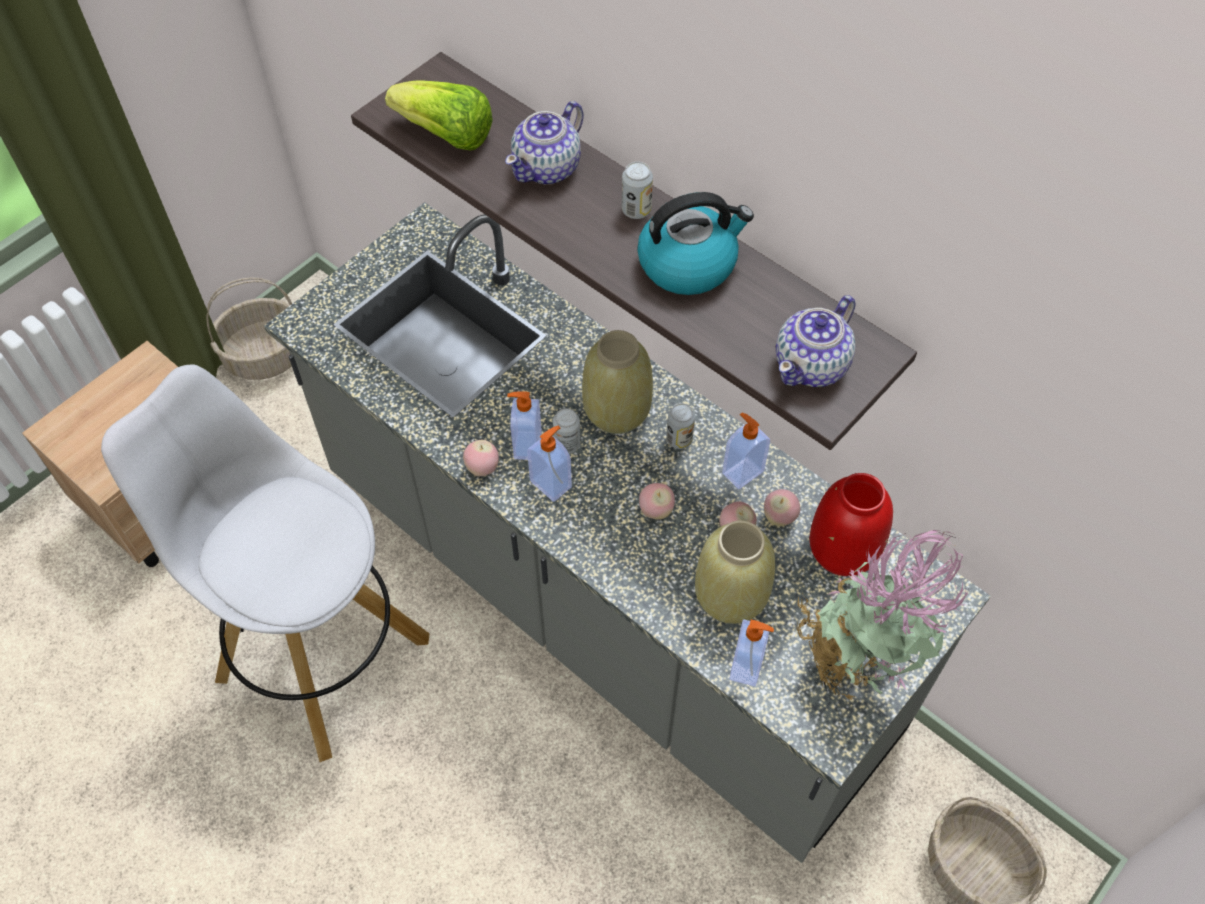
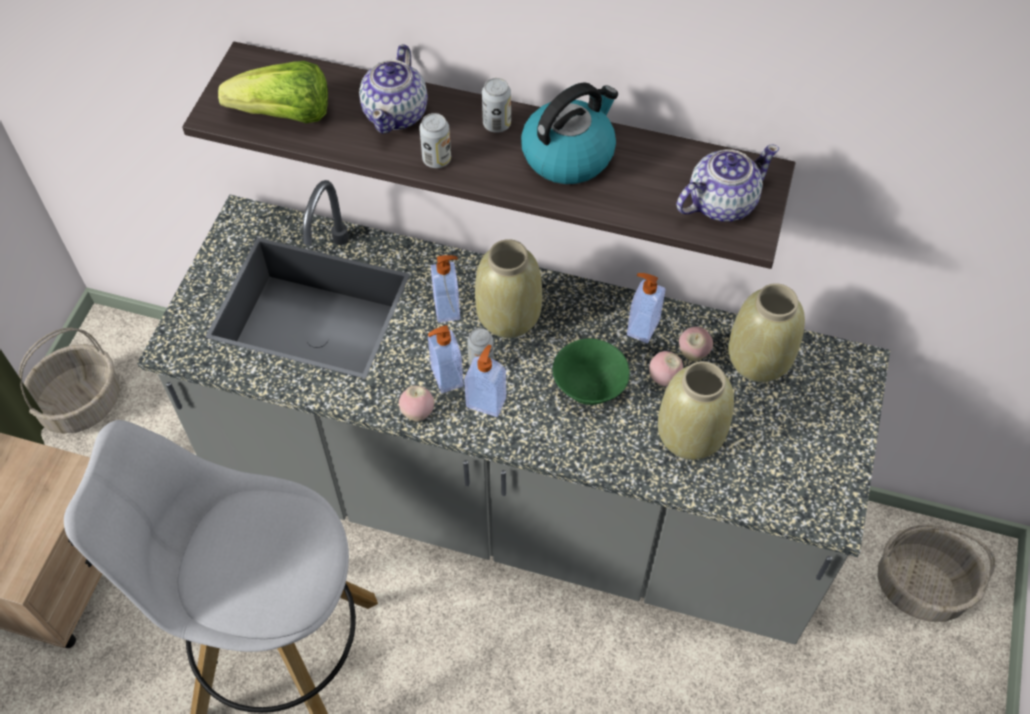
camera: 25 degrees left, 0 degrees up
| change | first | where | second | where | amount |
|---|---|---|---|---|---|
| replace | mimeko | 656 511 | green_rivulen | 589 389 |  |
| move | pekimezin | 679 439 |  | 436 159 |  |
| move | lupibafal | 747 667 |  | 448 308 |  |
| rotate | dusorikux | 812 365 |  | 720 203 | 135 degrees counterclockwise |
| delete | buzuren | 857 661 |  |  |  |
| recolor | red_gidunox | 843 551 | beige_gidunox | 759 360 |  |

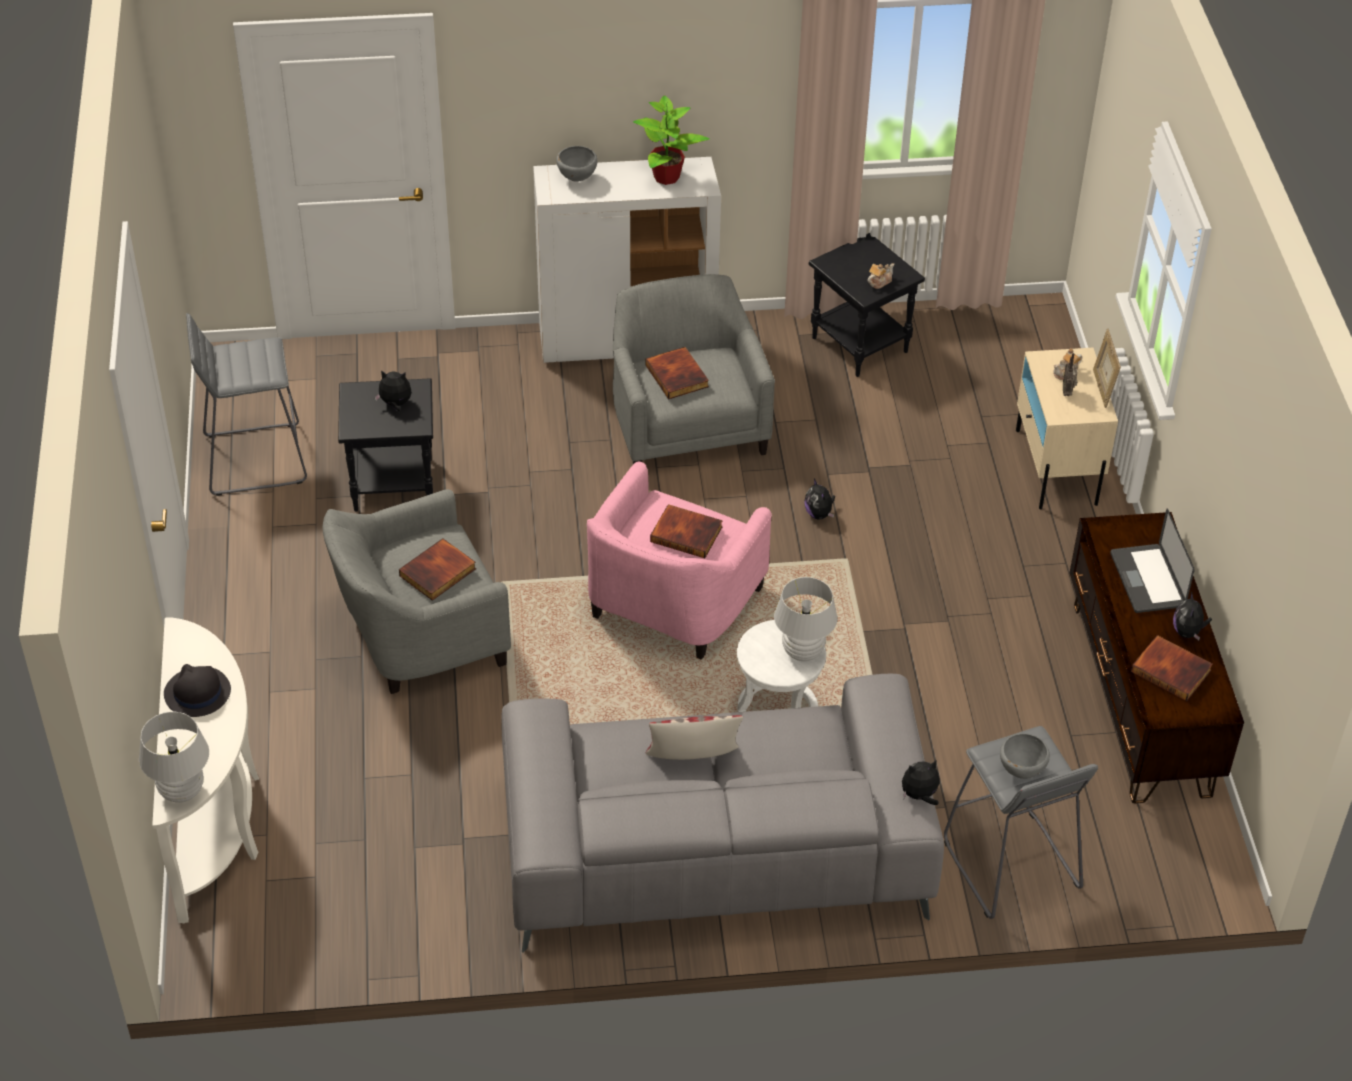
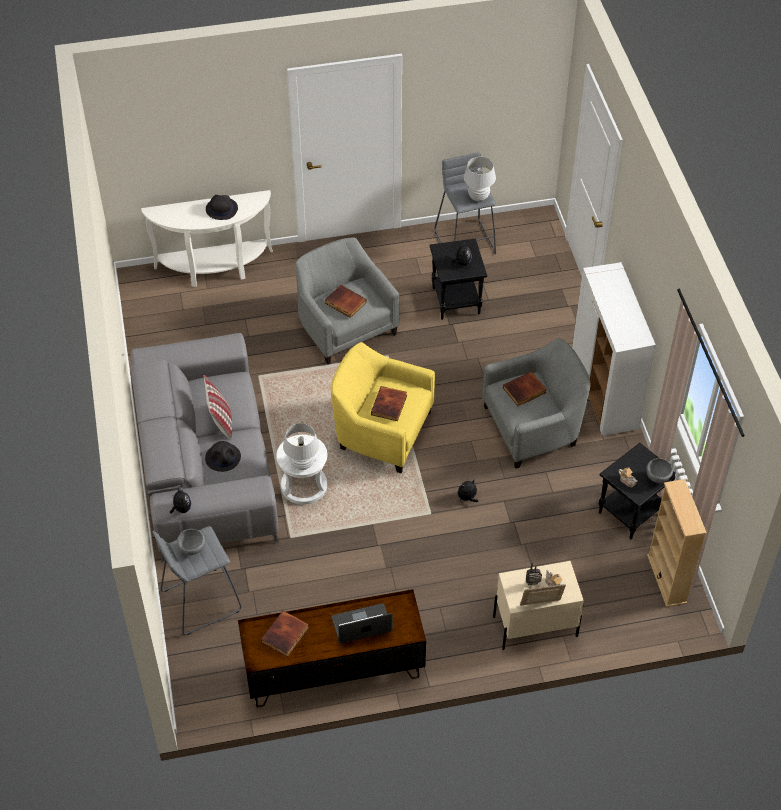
camera: 85 degrees right, 5 degrees up
| change | first | where | second | where | amount |
|---|---|---|---|---|---|
| move | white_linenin | 181 791 |  | 478 197 |  |
| move | grey_rivulen | 576 179 |  | 657 478 |  |
| recolor | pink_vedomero | 670 604 | yellow_vedomero | 381 431 |  |
| delete | buzuren | 667 177 |  |  |  |
| delete | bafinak | 1187 632 |  |  |  |
| insert |  |  | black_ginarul | 223 457 |  |
| insert |  |  | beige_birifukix | 666 579 |  |

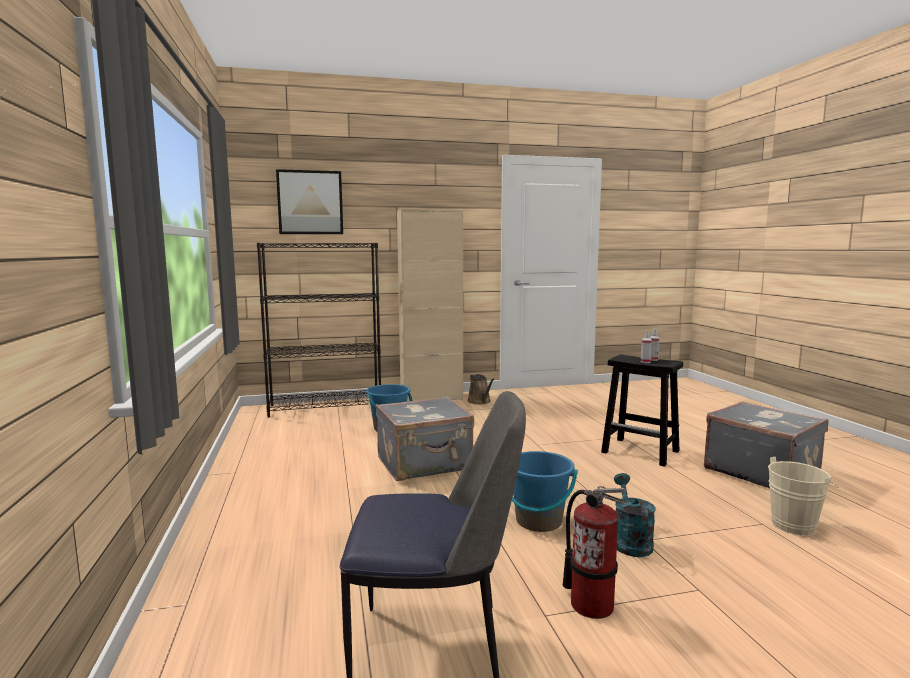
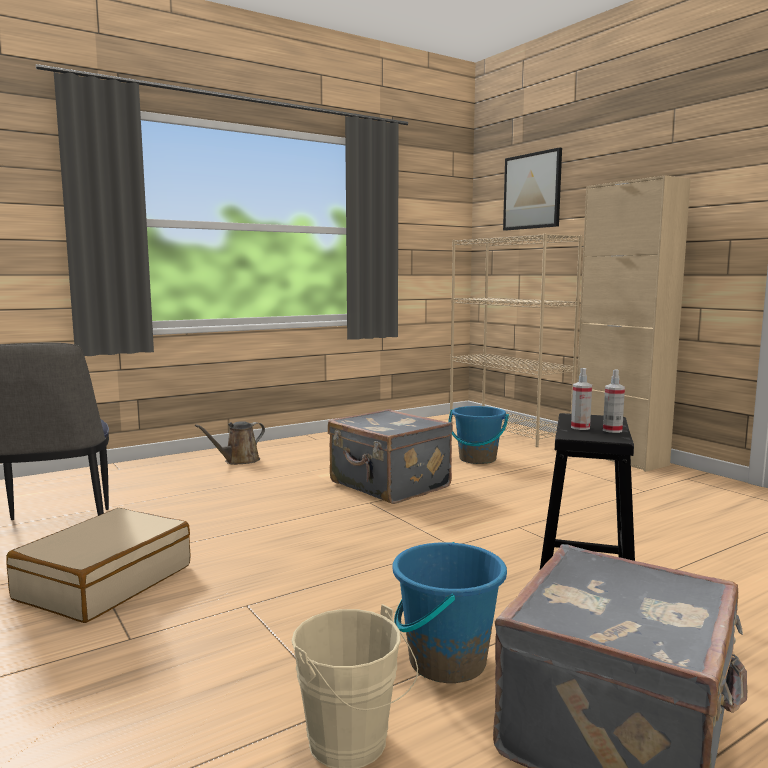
camera: 70 degrees right, 0 degrees up
| change | first | where | second | where | amount |
|---|---|---|---|---|---|
| recolor | black_birifukix | 326 407 | beige_birifukix | 508 430 |  |
| move | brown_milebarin | 480 401 |  | 238 461 |  |
| move | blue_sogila | 538 521 |  | 446 661 |  |
| replace | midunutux | 591 604 | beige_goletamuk | 104 582 |  |
| delete | turquoise_milebarin | 630 541 |  |  |  |

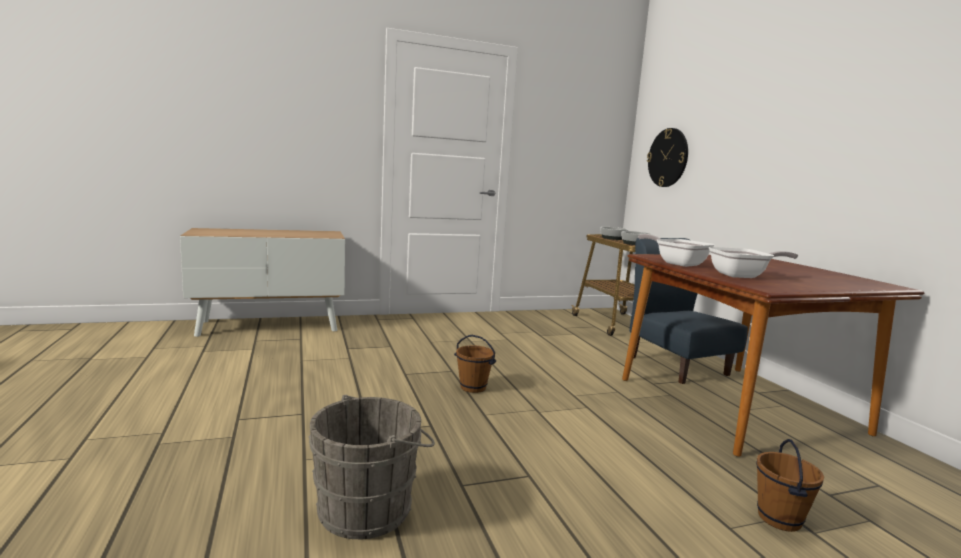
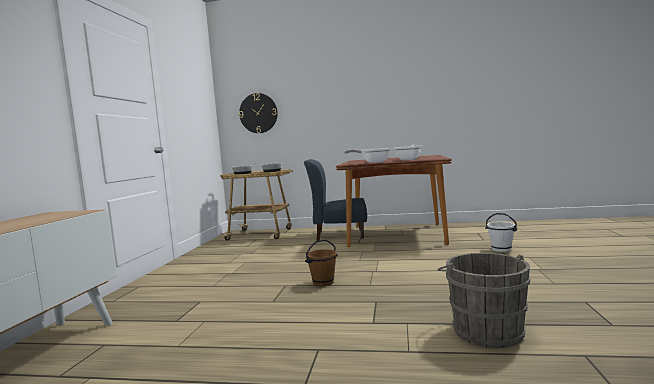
camera: 60 degrees left, 5 degrees down
| change | first | where | second | where | amount |
|---|---|---|---|---|---|
| recolor | brown_sogila | 780 519 | white_sogila | 501 249 |  |

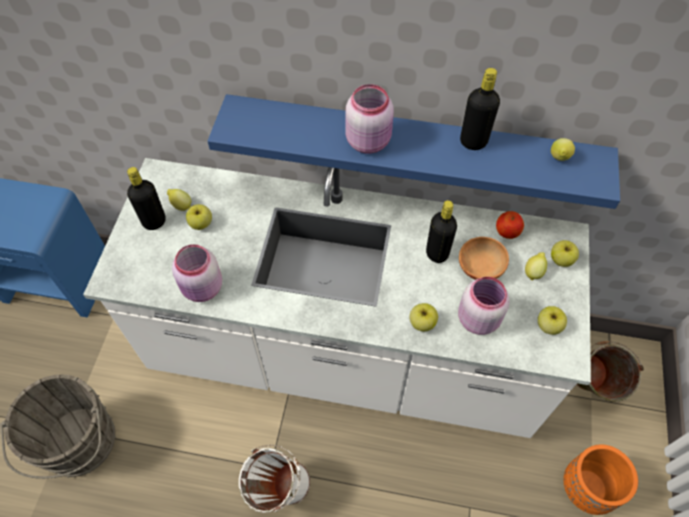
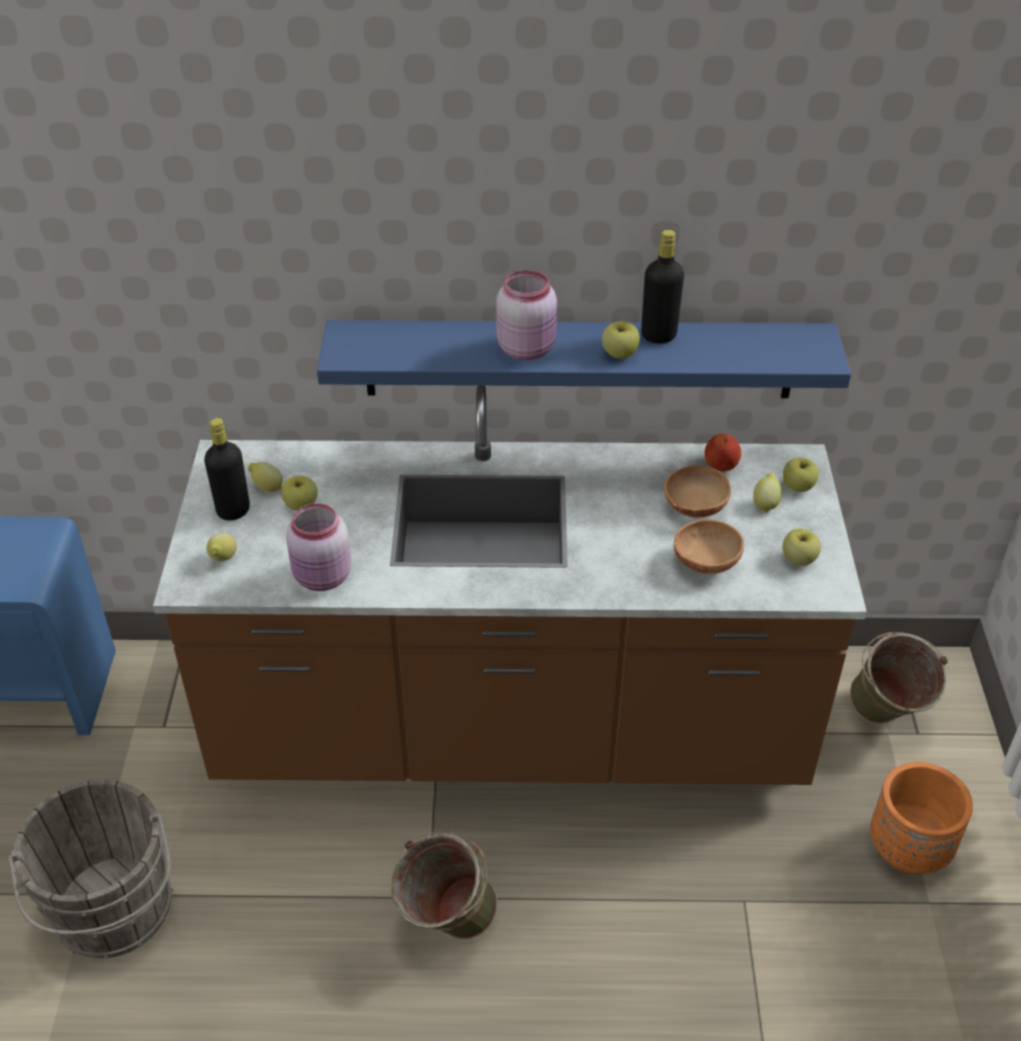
camera: 10 degrees left, 15 degrees down
| change | first | where | second | where | amount |
|---|---|---|---|---|---|
| recolor | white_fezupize | 344 355 | brown_fezupize | 510 729 |  |
| recolor | white_sogila | 277 490 | green_sogila | 446 925 |  |
| move | mimeko | 422 323 |  | 619 354 |  |
| delete | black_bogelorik | 437 253 |  |  |  |
| replace | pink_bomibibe | 477 318 | brown_rivulen | 705 562 |  |
| move | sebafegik | 558 158 |  | 223 559 |  |

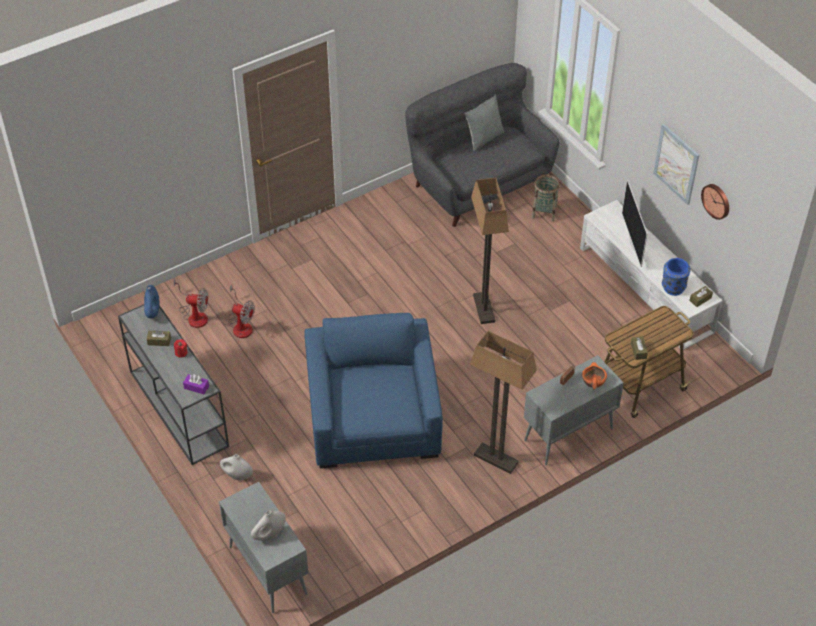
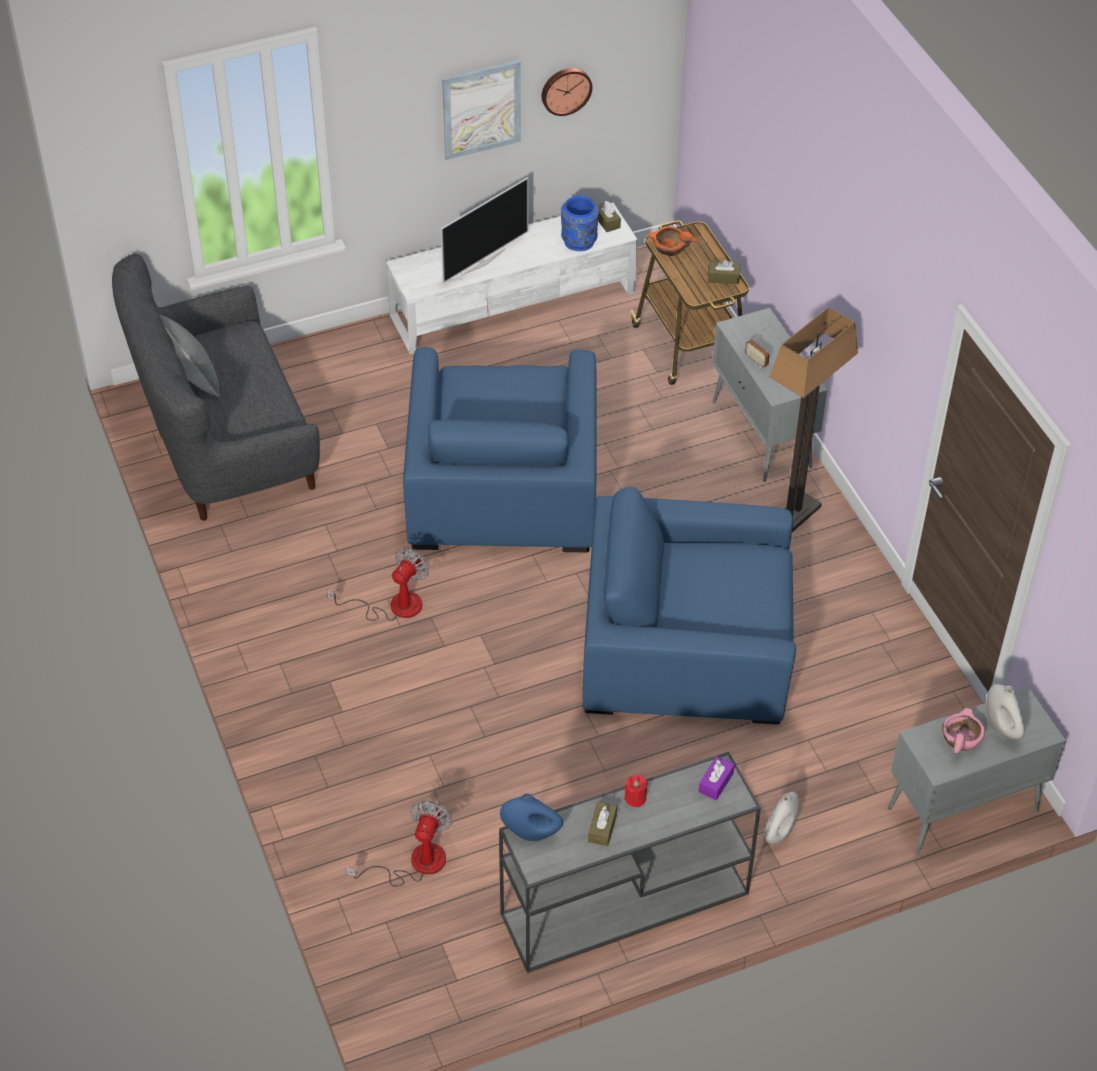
camera: 80 degrees left, 0 degrees up
| change | first | where | second | where | amount |
|---|---|---|---|---|---|
| move | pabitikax | 241 325 |  | 393 606 |  |
| replace | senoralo | 483 308 | blue_vedomero | 502 482 |  |
| delete | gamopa | 544 212 |  |  |  |
| move | orange_rivulen | 593 381 |  | 669 248 |  |
| rotate | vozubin | 634 243 |  | 482 261 | 45 degrees counterclockwise |
| insert |  |  | pink_rivulen | 960 739 |  |

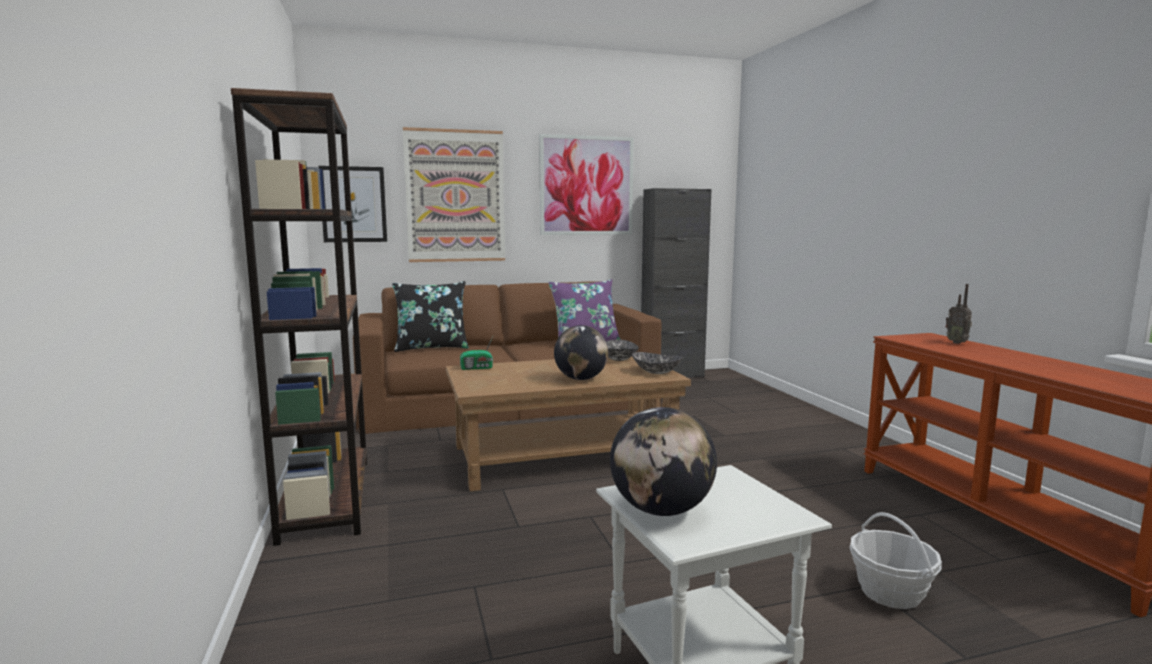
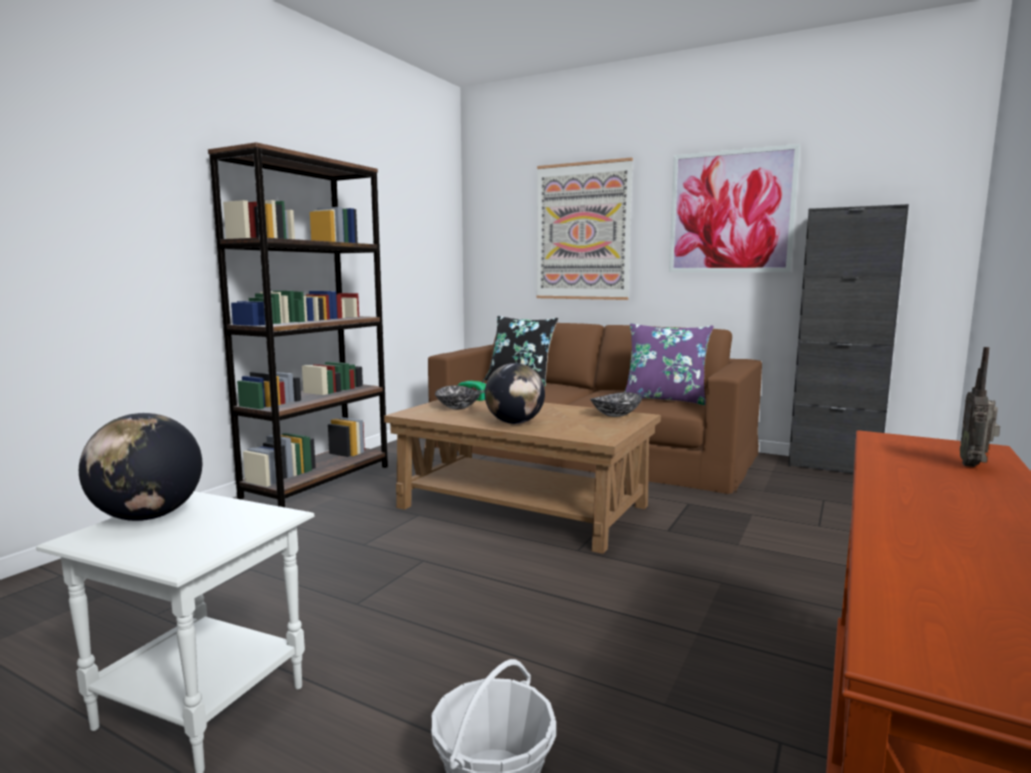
camera: 45 degrees right, 0 degrees up
| change | first | where | second | where | amount |
|---|---|---|---|---|---|
| delete | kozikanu | 353 204 |  |  |  |
| move | rivulen | 657 372 |  | 458 407 |  |

